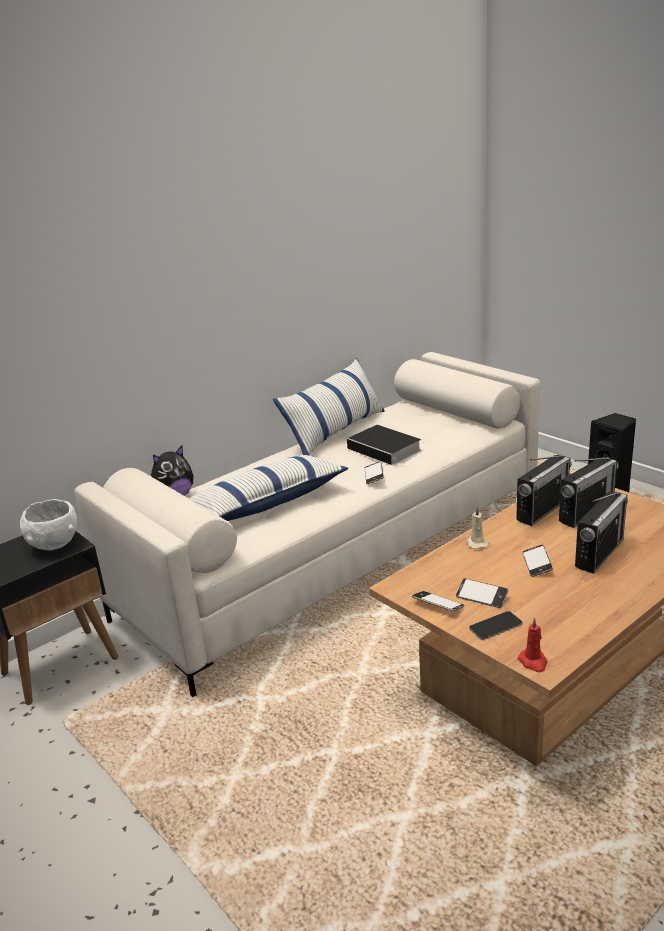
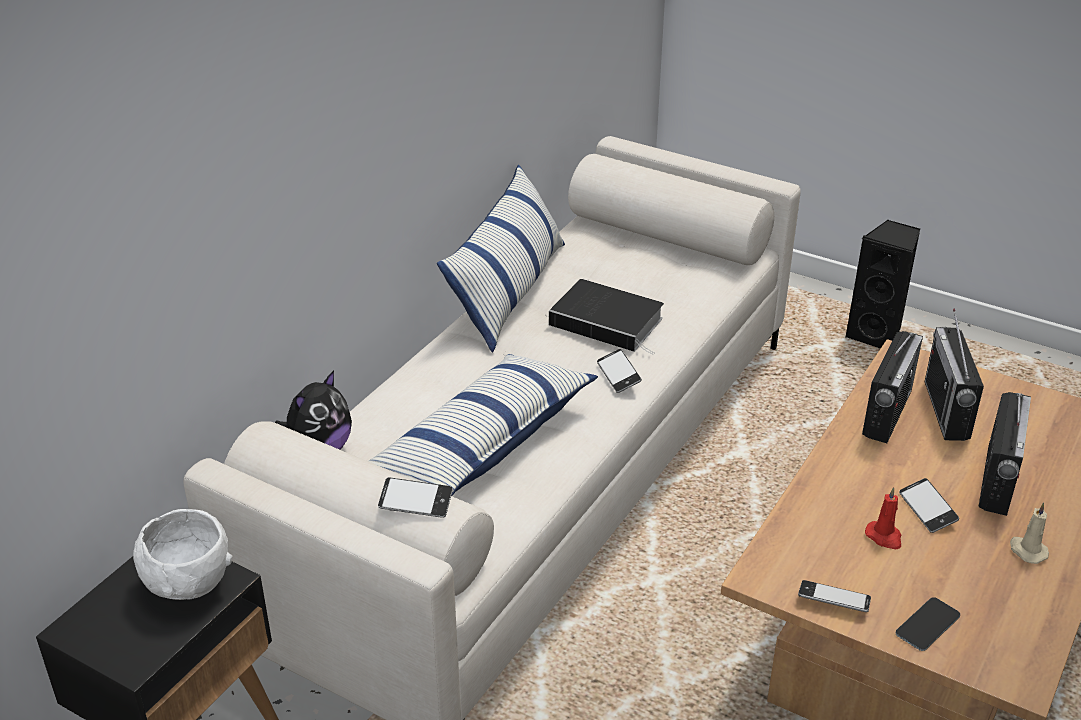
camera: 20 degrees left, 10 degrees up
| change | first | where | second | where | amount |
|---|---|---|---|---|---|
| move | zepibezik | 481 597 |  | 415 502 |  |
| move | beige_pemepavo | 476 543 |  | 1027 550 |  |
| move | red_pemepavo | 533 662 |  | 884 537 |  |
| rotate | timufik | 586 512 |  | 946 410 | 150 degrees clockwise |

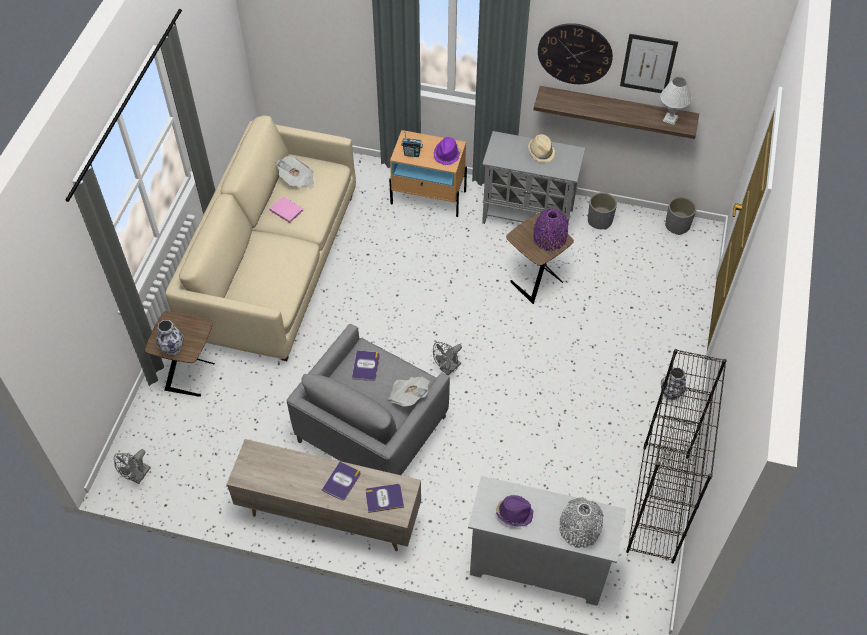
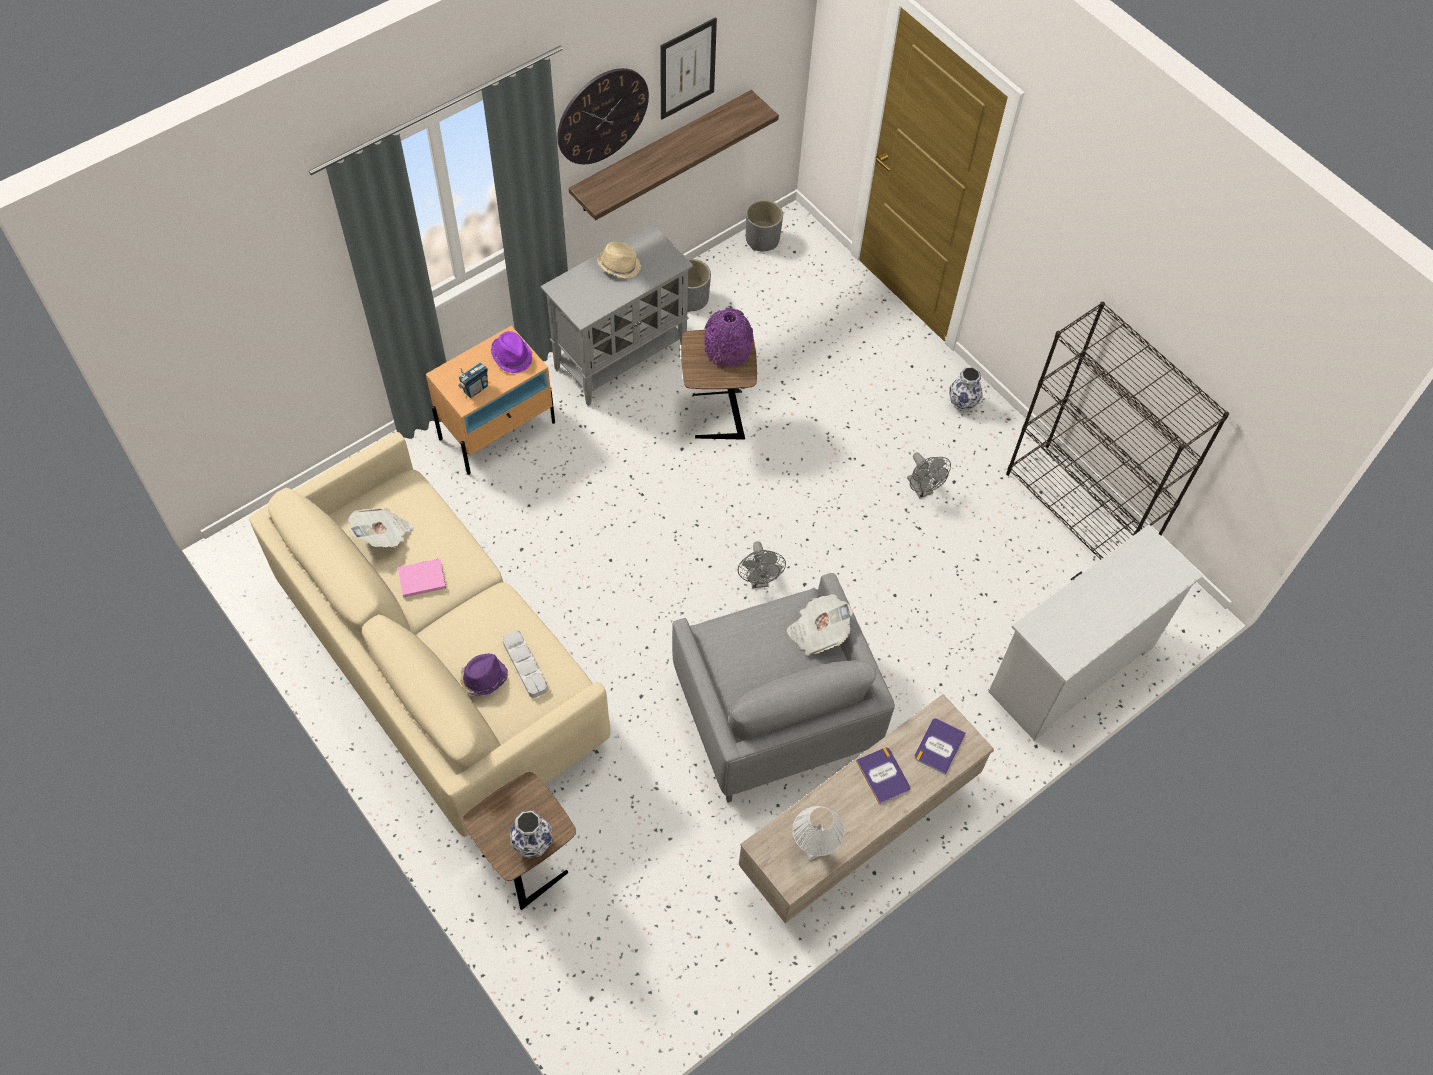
camera: 55 degrees left, 5 degrees up
| change | first | where | second | where | amount |
|---|---|---|---|---|---|
| move | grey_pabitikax | 138 477 |  | 922 489 |  |
| delete | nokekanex | 366 366 |  |  |  |
| move | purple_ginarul | 514 513 |  | 483 678 |  |
| delete | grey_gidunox | 579 529 |  |  |  |
| move | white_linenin | 670 119 |  | 814 847 |  |
| insert |  |  | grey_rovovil | 525 665 |  |

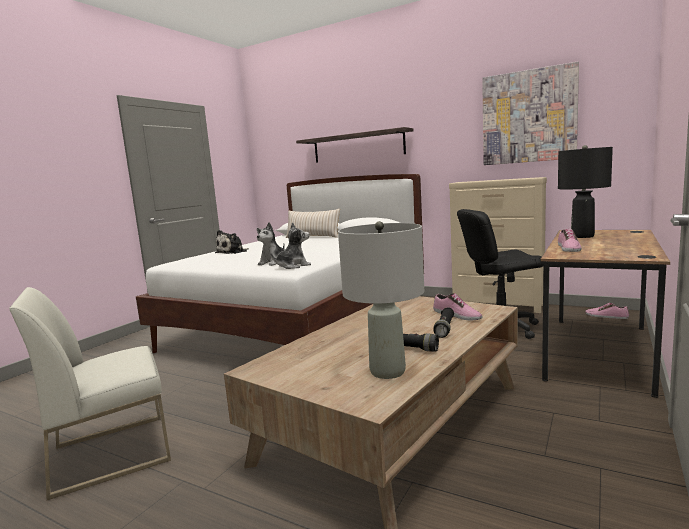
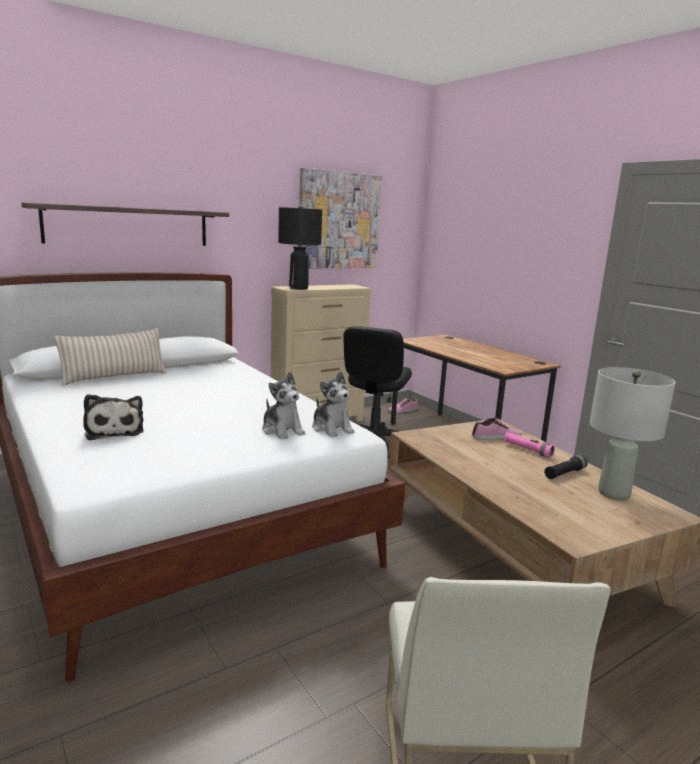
camera: 65 degrees left, 5 degrees up
| change | first | where | second | where | amount |
|---|---|---|---|---|---|
| rotate | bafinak | 293 266 |  | 332 428 | 150 degrees clockwise |
| recolor | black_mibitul | 444 328 | pink_mibitul | 527 450 |  |
| move | black_linenin | 582 236 |  | 298 288 |  |
| delete | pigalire | 568 248 |  |  |  |

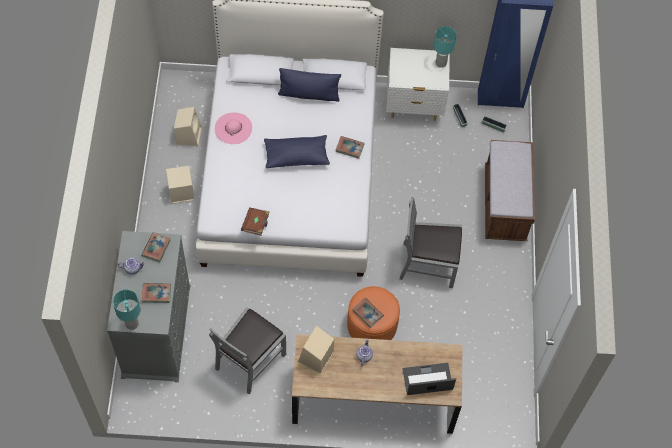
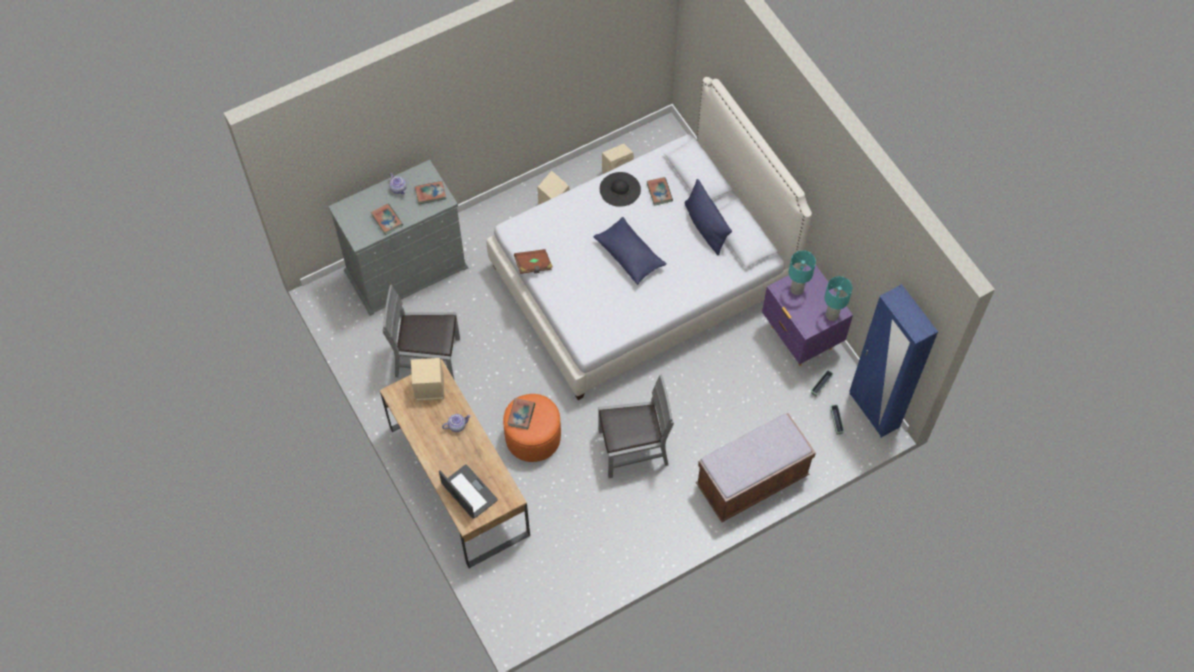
camera: 60 degrees right, 0 degrees up
| change | first | where | second | where | amount |
|---|---|---|---|---|---|
| move | turquoise_linenin | 131 324 |  | 796 289 |  |
| recolor | pink_ginarul | 233 128 | black_ginarul | 620 189 |  |
| move | nokekanex | 349 148 |  | 659 192 |  |
| recolor | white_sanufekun | 413 106 | purple_sanufekun | 800 338 |  |
| rotate | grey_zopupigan | 428 264 |  | 633 449 | 105 degrees clockwise |

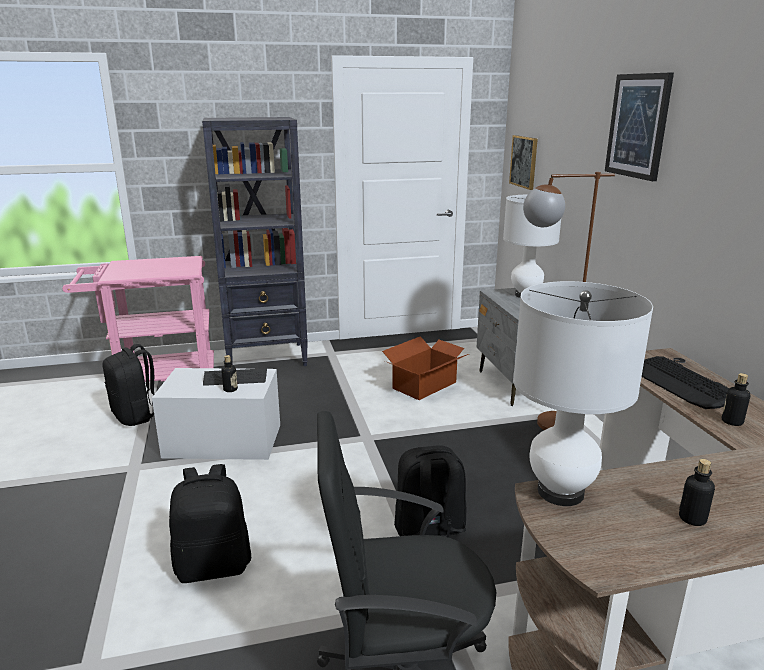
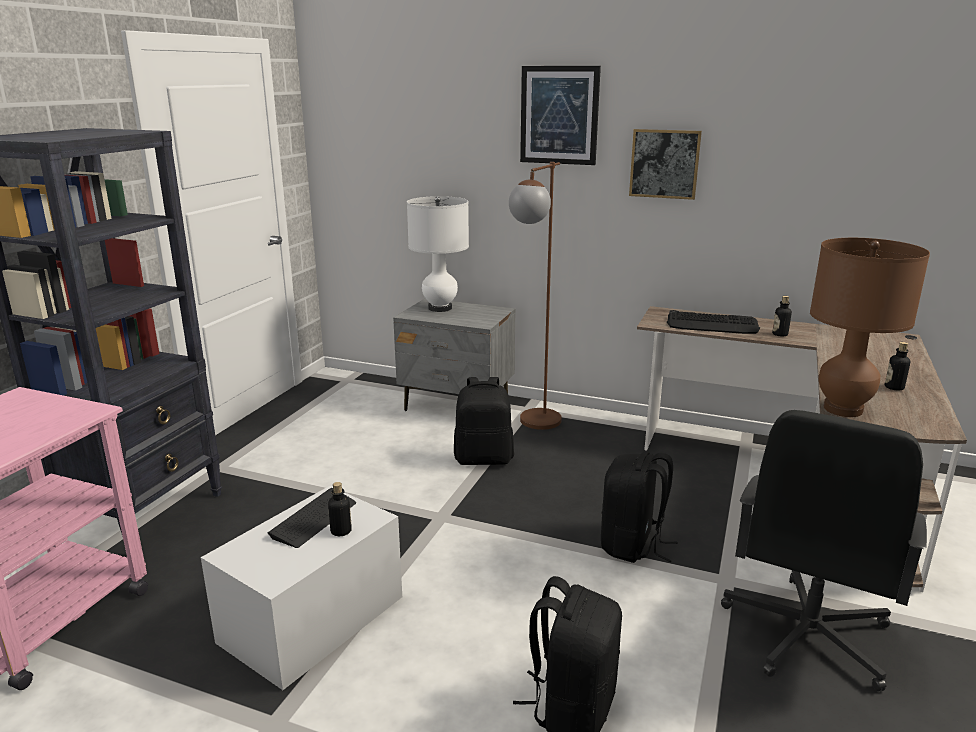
camera: 55 degrees left, 0 degrees up
| change | first | where | second | where | amount |
|---|---|---|---|---|---|
| move | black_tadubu | 136 415 |  | 484 458 |  |
| delete | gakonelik | 425 385 |  |  |  |
| move | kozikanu | 524 161 |  | 664 164 |  |
| recolor | white_linenin | 560 492 | brown_linenin | 843 409 |  |

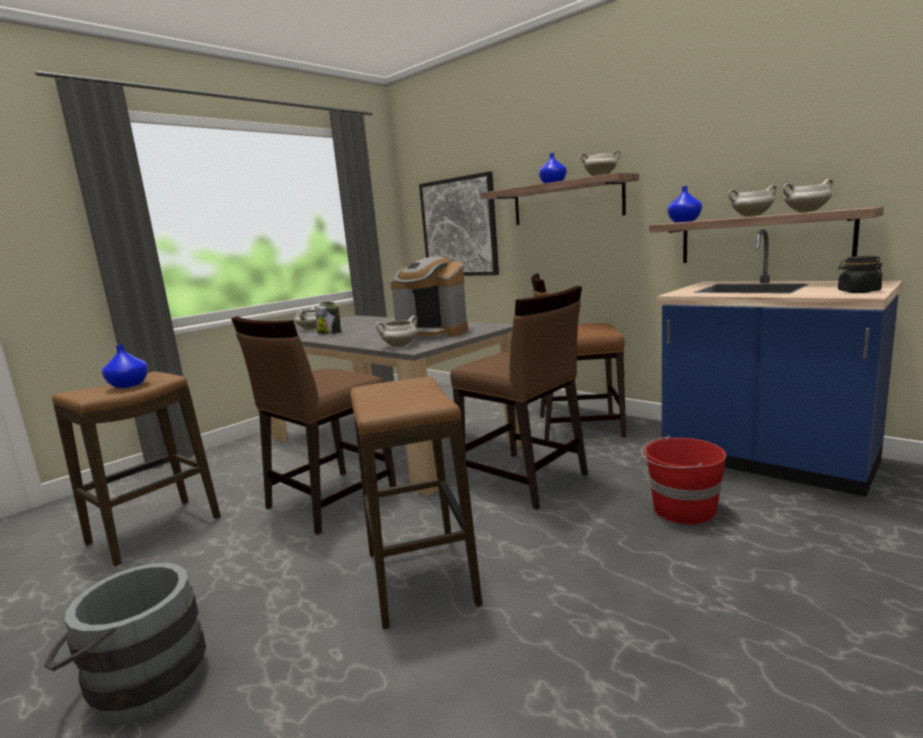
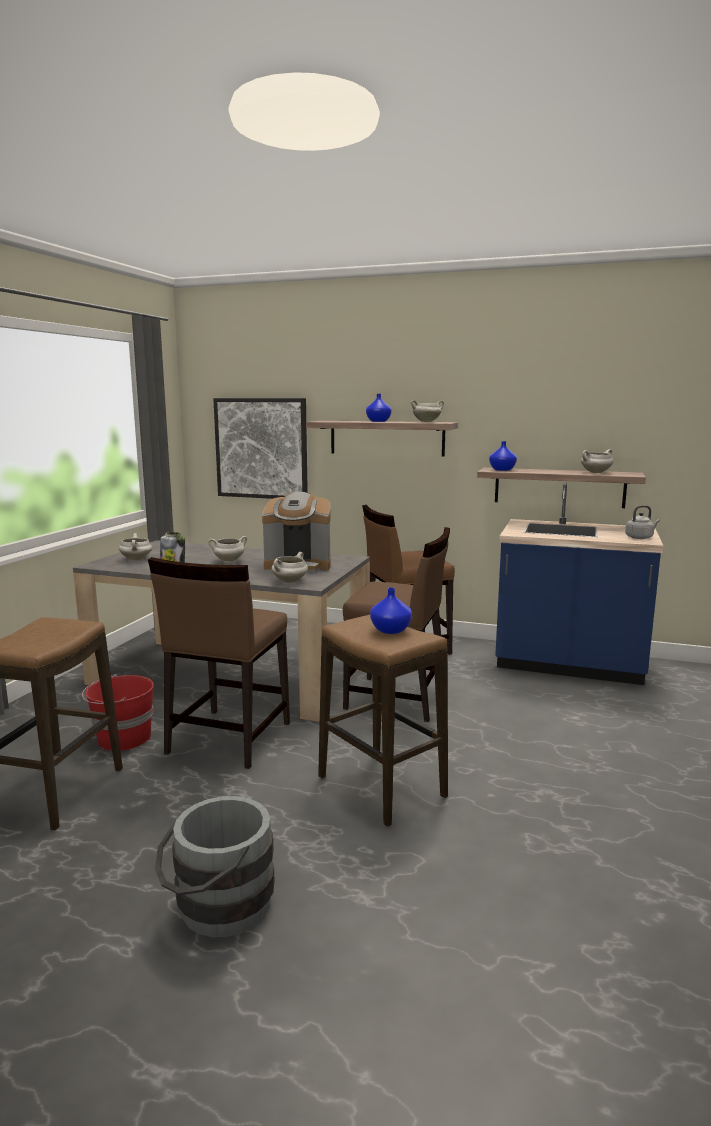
camera: 25 degrees left, 0 degrees up
| change | first | where | second | where | amount |
|---|---|---|---|---|---|
| move | blue_gidunox | 128 385 |  | 391 630 |  |
| move | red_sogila | 682 510 |  | 123 739 |  |
| move | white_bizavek | 751 216 |  | 228 560 |  |
| replace | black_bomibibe | 858 291 | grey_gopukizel | 640 537 |  |

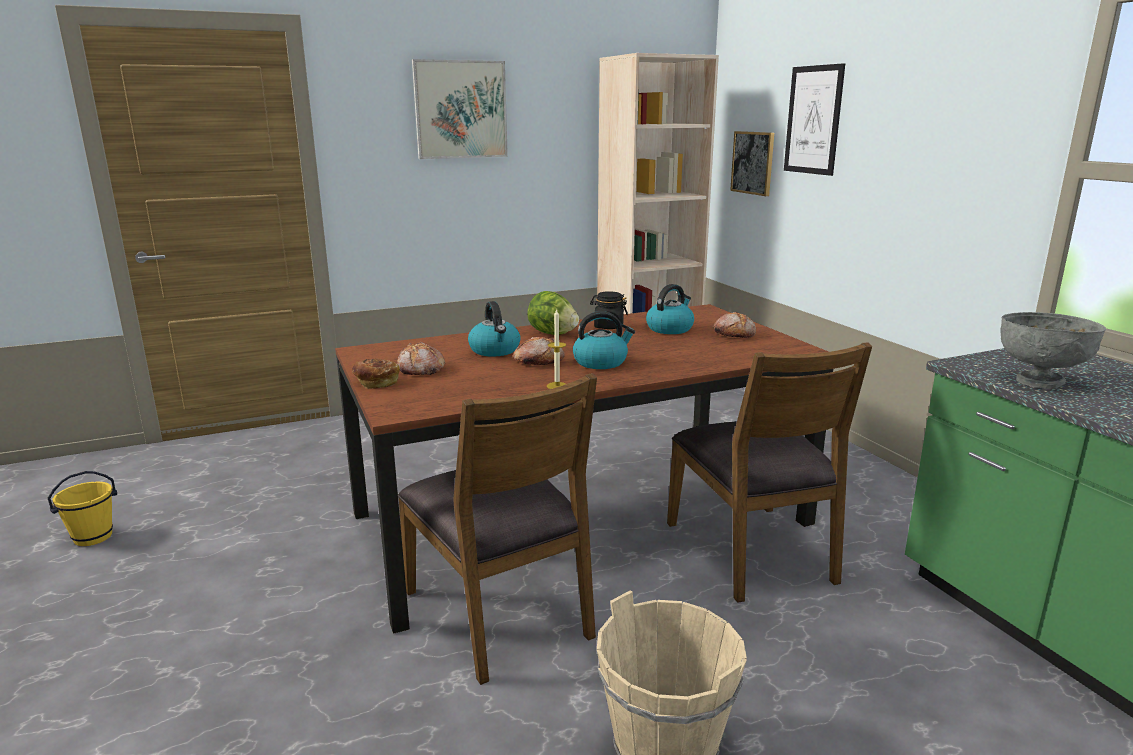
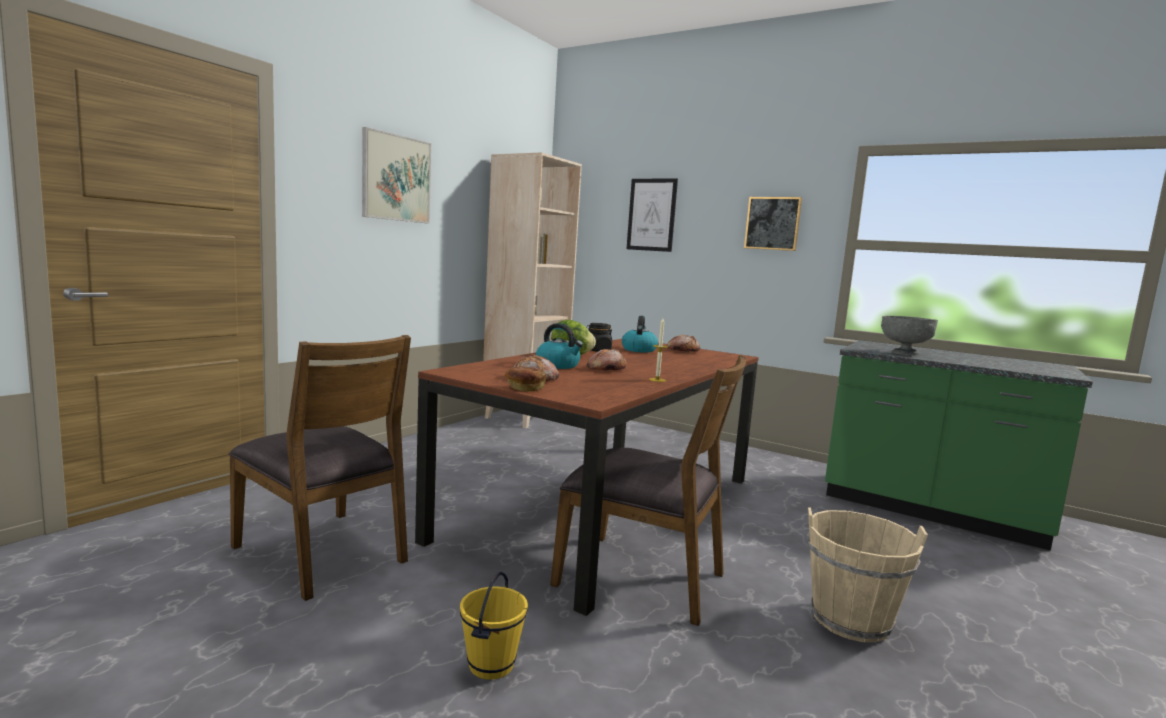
camera: 35 degrees left, 10 degrees down
| change | first | where | second | where | amount |
|---|---|---|---|---|---|
| move | yellow_sogila | 93 537 |  | 490 664 |  |
| delete | gopukizel | 601 362 |  |  |  |
| move | brown_zopupigan | 752 551 |  | 323 553 |  |
| move | kozikanu | 753 163 |  | 772 223 |  |

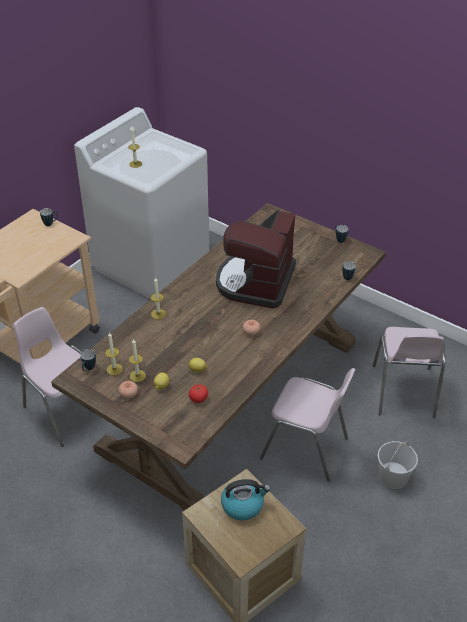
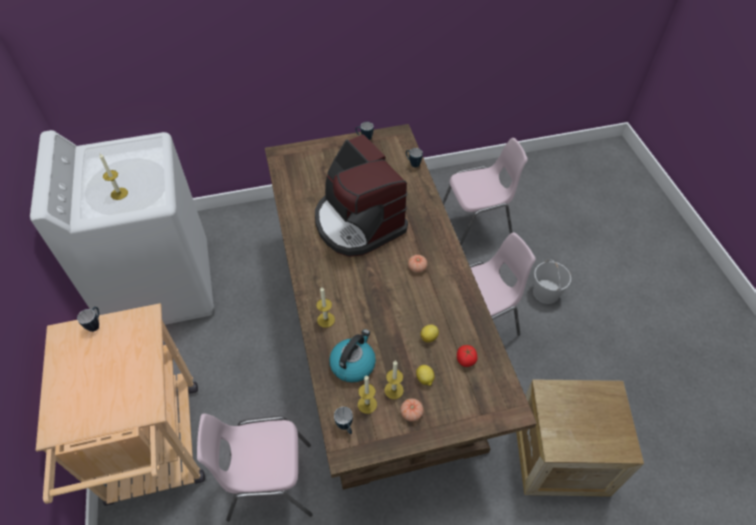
camera: 50 degrees left, 10 degrees up
| change | first | where | second | where | amount |
|---|---|---|---|---|---|
| move | gopukizel | 243 505 |  | 353 364 |  |
| rotate | pink_zopupigan | 403 392 |  | 475 228 | 60 degrees counterclockwise |

